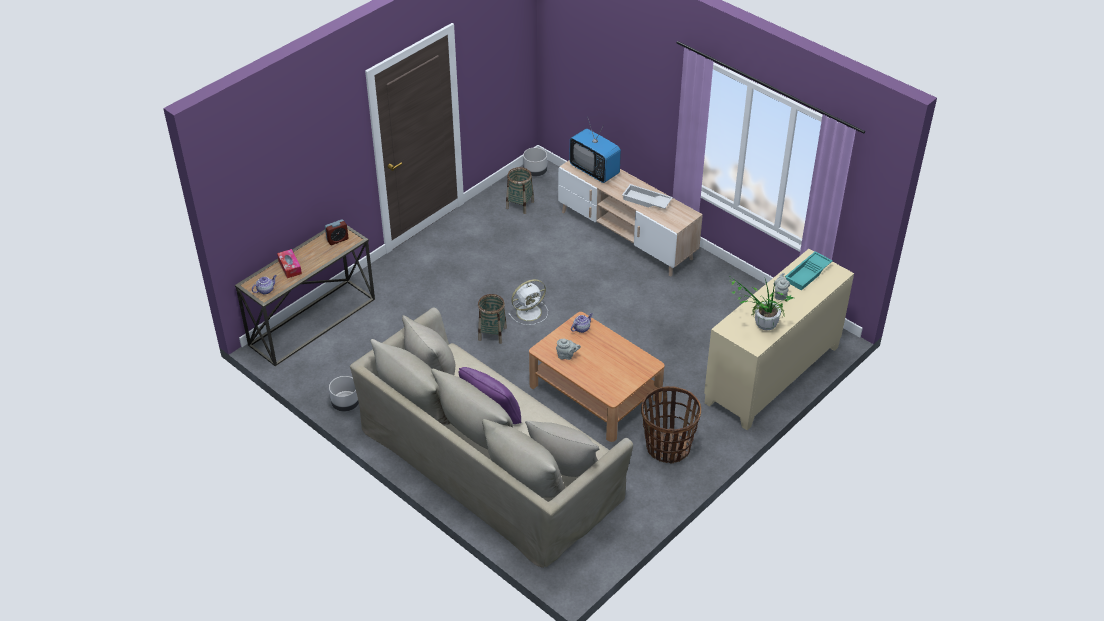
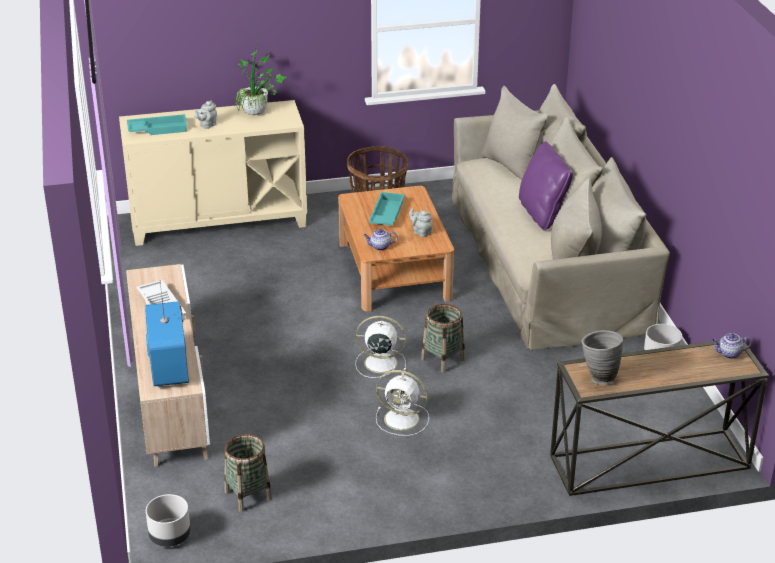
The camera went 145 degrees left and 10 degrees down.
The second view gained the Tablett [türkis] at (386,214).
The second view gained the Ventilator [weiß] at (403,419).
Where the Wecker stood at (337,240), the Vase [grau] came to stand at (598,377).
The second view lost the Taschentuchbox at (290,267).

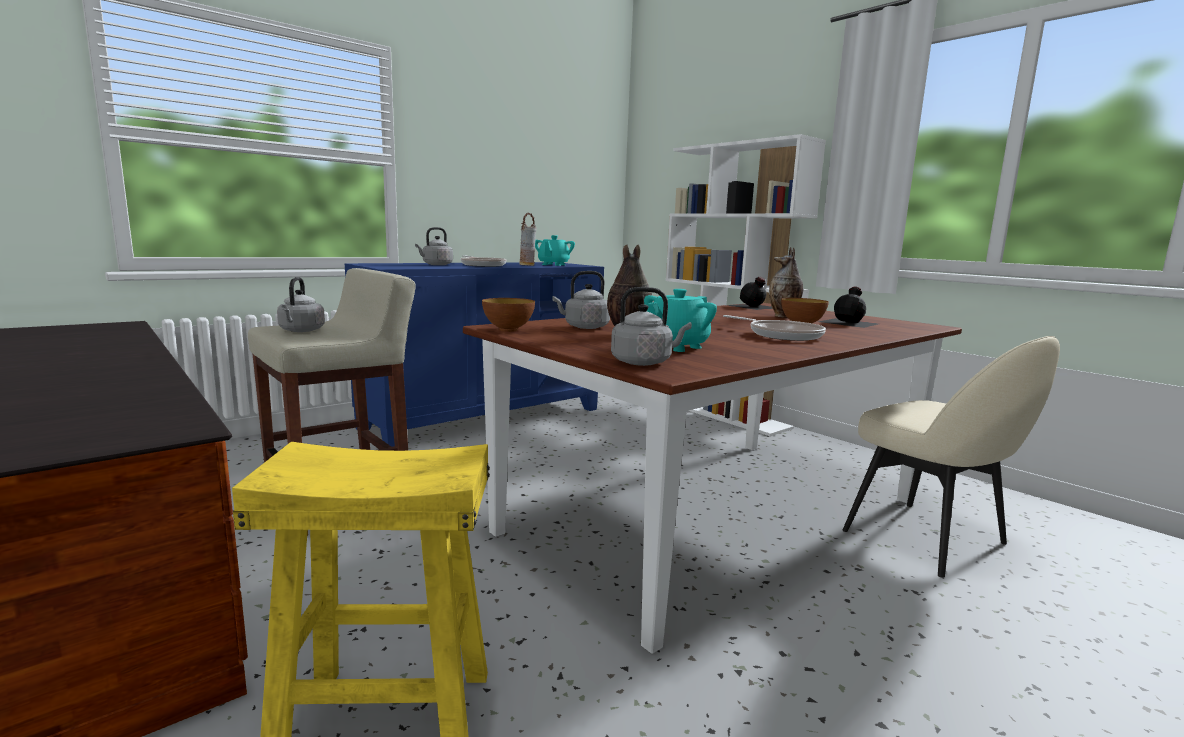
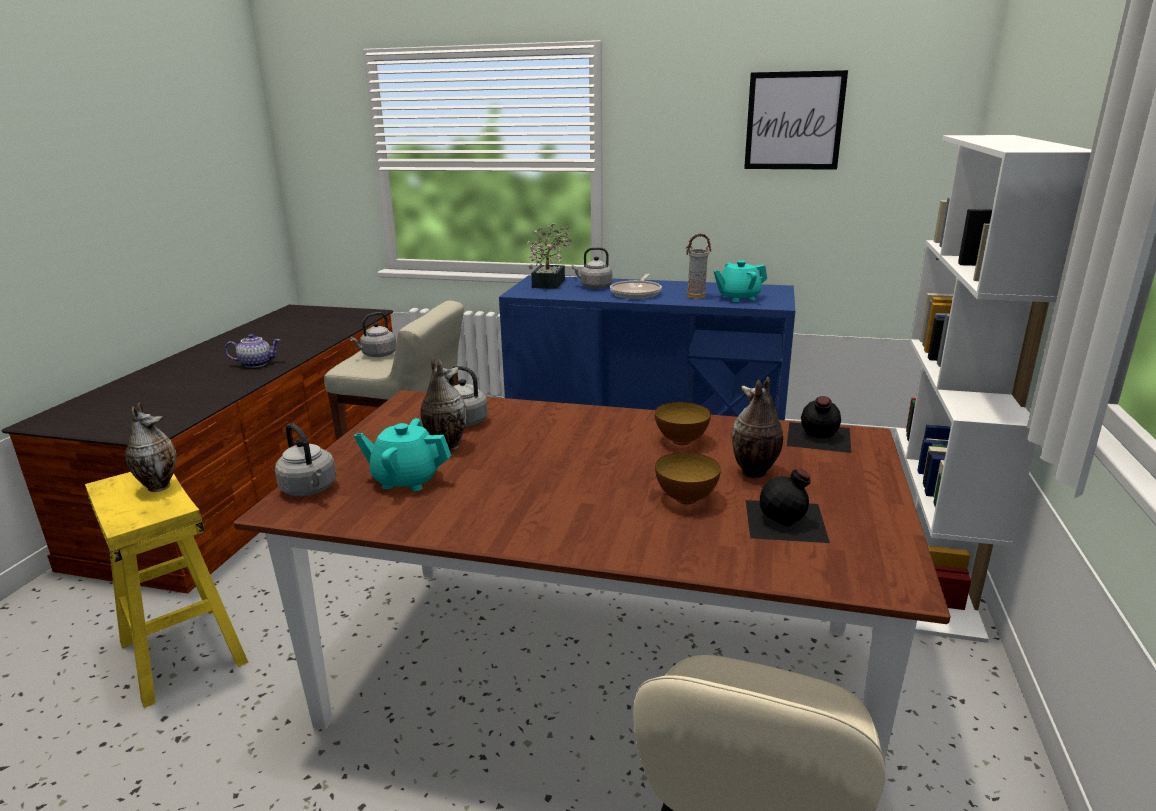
The camera went 55 degrees right and 10 degrees up.
The second view gained the Vase at (159,485).
The second view gained the Teekanne at (256,364).
The second view gained the Topfpflanze at (550,282).
The Schüssel ended up elsewhere, having gone from (508,330) to (681,441).
The second view gained the Bild at (794,121).
The second view lost the Pfanne at (781,335).

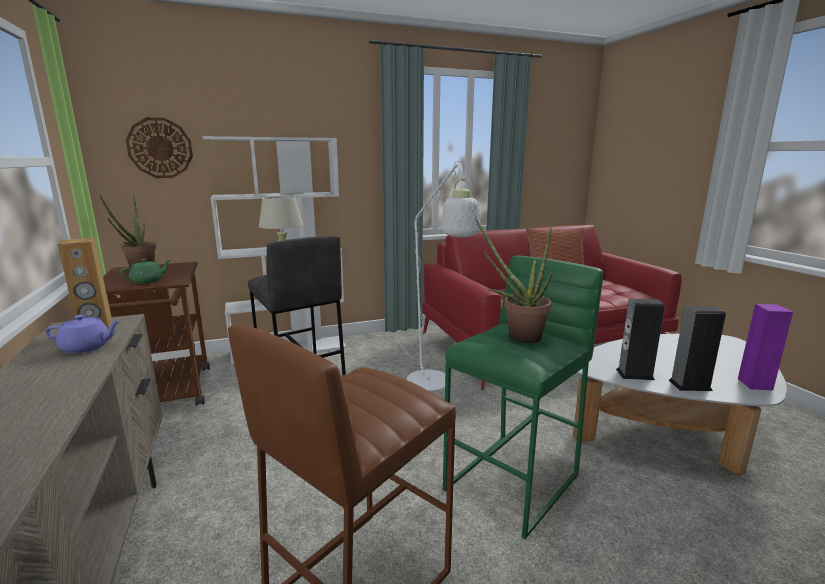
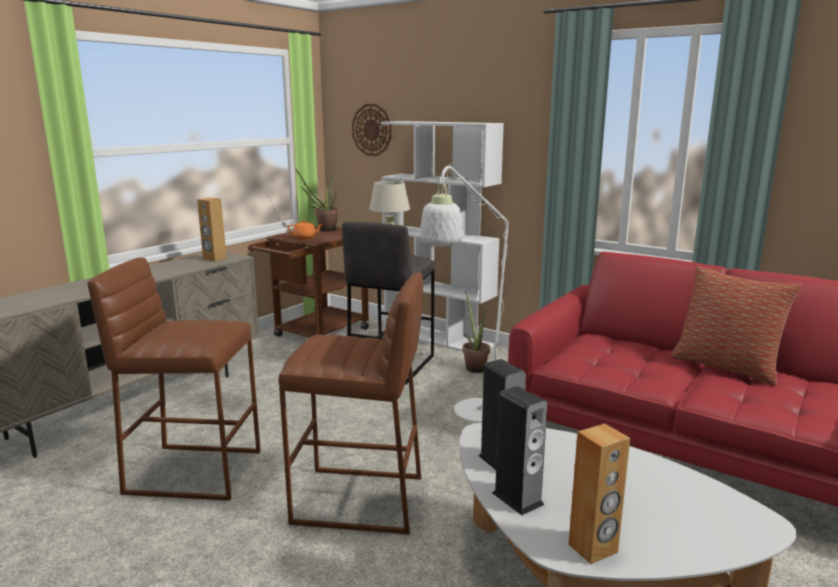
The camera went 55 degrees right and 0 degrees up.
What was the Hocker [grün] at (514,482) turned into the Hocker [braun] at (359,500).
What was the Teekanne [grün] at (148,281) turned into the Teekanne [orange] at (305,238).
The Topfpflanze ended up elsewhere, having gone from (517,336) to (474,367).
What was the Lautsprecher [lila] at (755,384) turned into the Lautsprecher [braun] at (593,549).
The second view lost the Teekanne [lila] at (87,347).

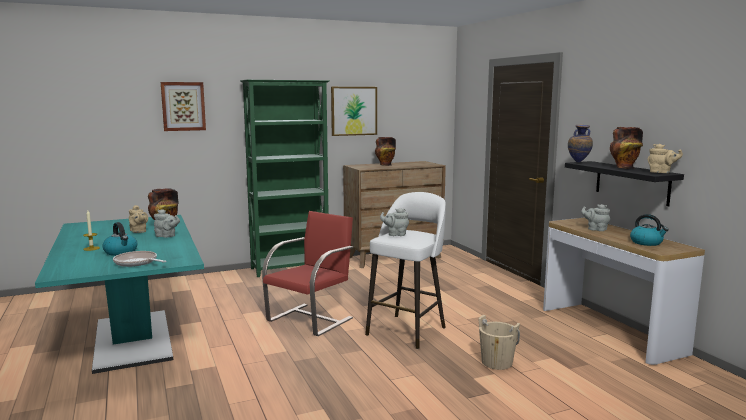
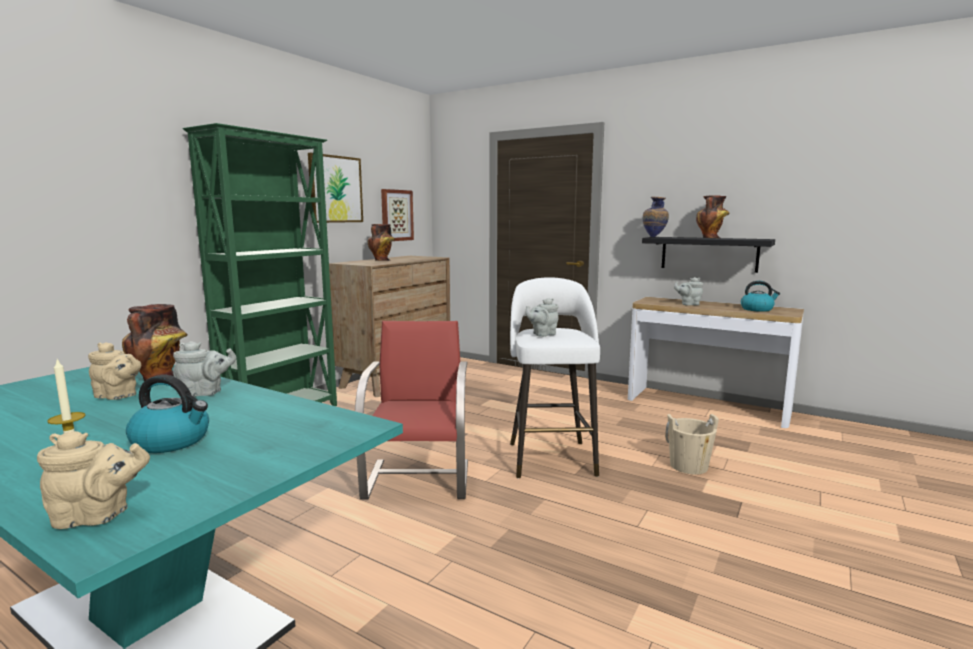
The camera went 35 degrees left and 0 degrees up.
The Teekanne [beige] ended up elsewhere, having gone from (661,172) to (97,516).
The Bild ended up elsewhere, having gone from (183,106) to (396,215).
The second view lost the Pfanne at (137,262).

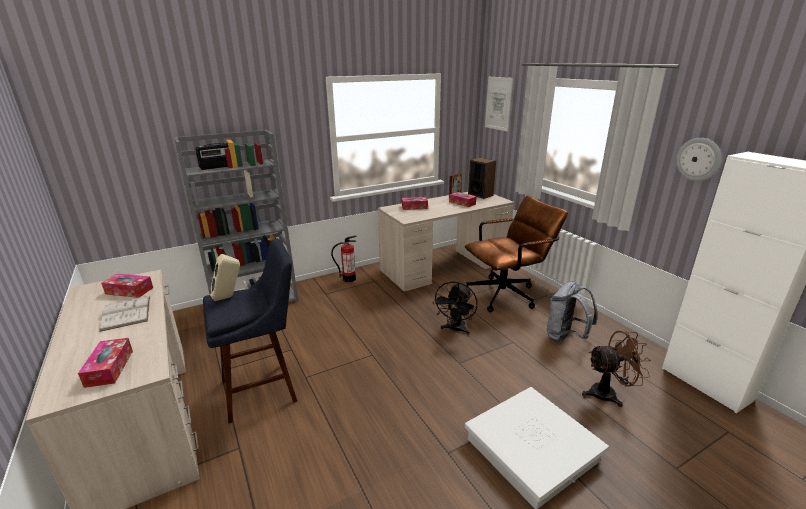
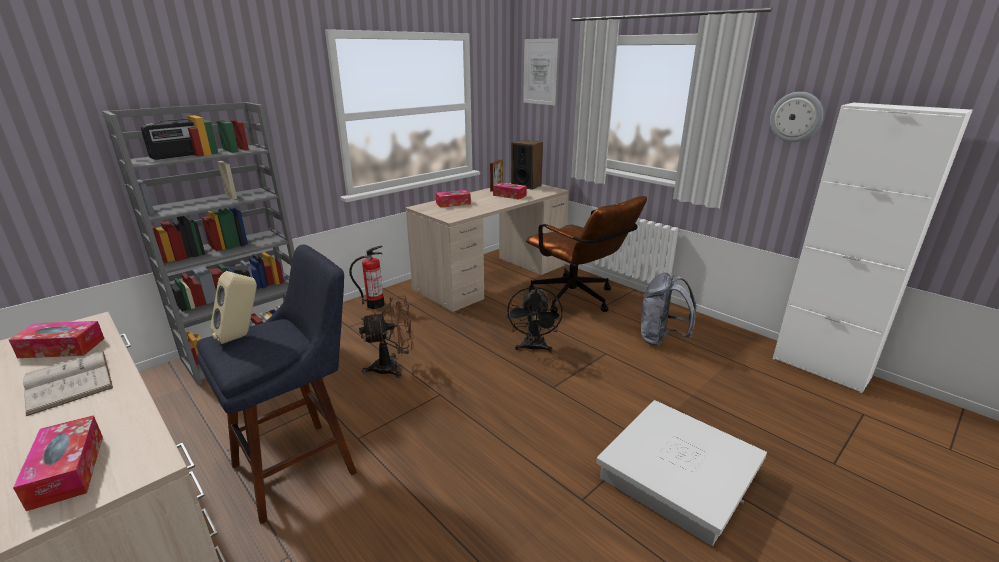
The camera went 15 degrees left and 0 degrees up.
The Ventilator [braun] ended up elsewhere, having gone from (608,394) to (393,367).
The Bürostuhl [braun] at (507,294) ended up facing another way, 90 degrees clockwise from before.

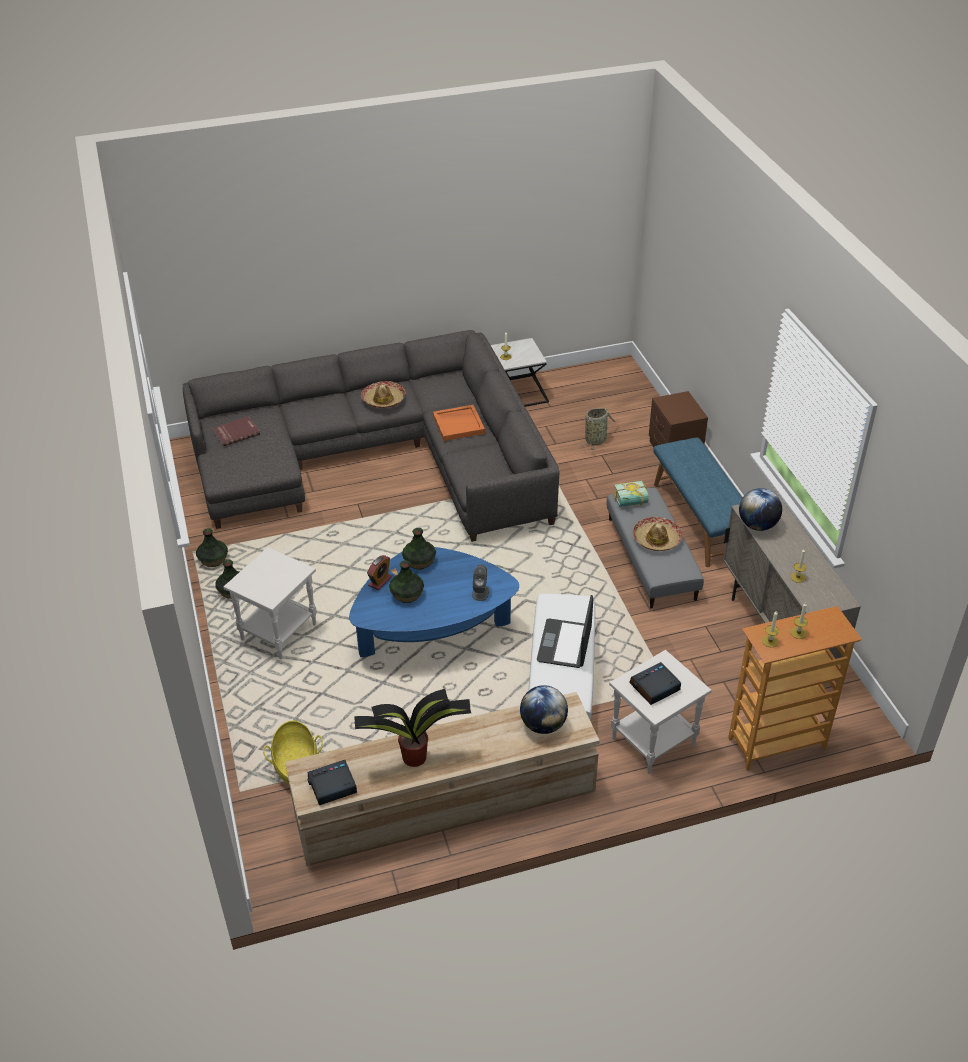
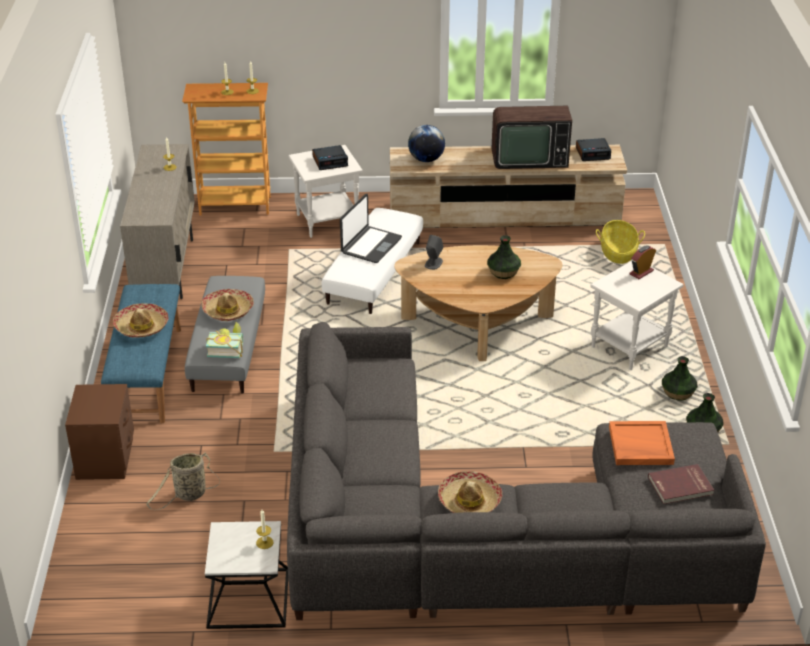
The camera went 165 degrees left and 5 degrees down.
The second view gained the Hut at (141,326).
What was the Couchtisch [blau] at (433,631) turned into the Couchtisch [braun] at (477,322).
Where the Topfpflanze stood at (416,757), the Fernseher came to stand at (528,158).
The Tablett [orange] ended up elsewhere, having gone from (459,424) to (640,446).
The Wecker ended up elsewhere, having gone from (380,581) to (641,272).
The second view lost the Vase at (419,562).
The second view lost the Globus at (757,525).

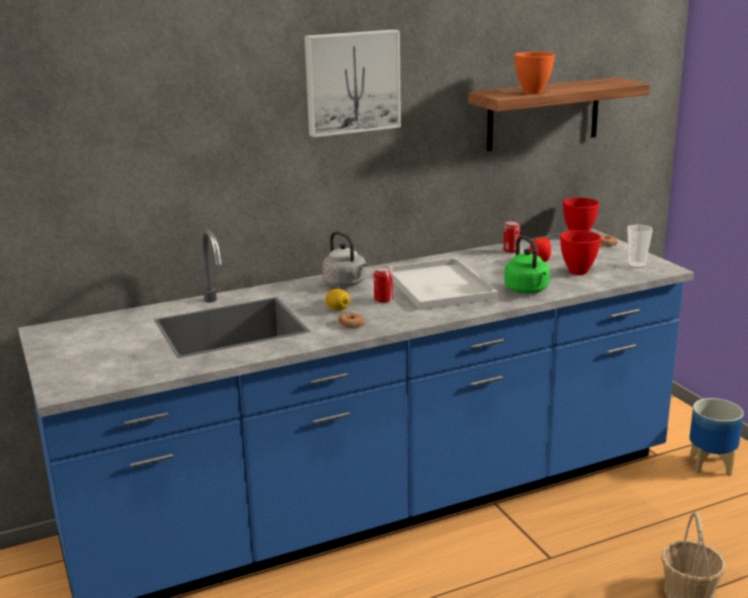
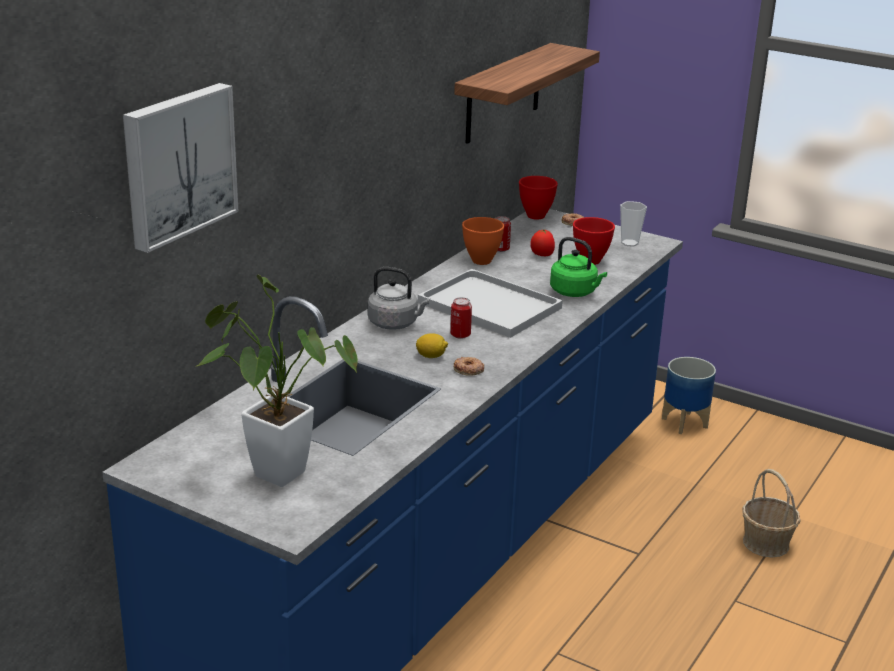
The camera went 35 degrees left and 5 degrees up.
The Bild ended up elsewhere, having gone from (351,82) to (177,164).
The second view gained the Topfpflanze at (271,470).
The Schüssel [orange] ended up elsewhere, having gone from (531,92) to (481,261).

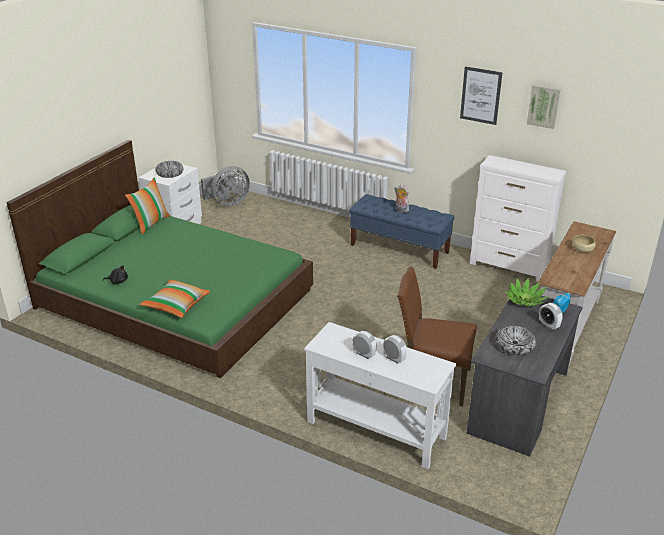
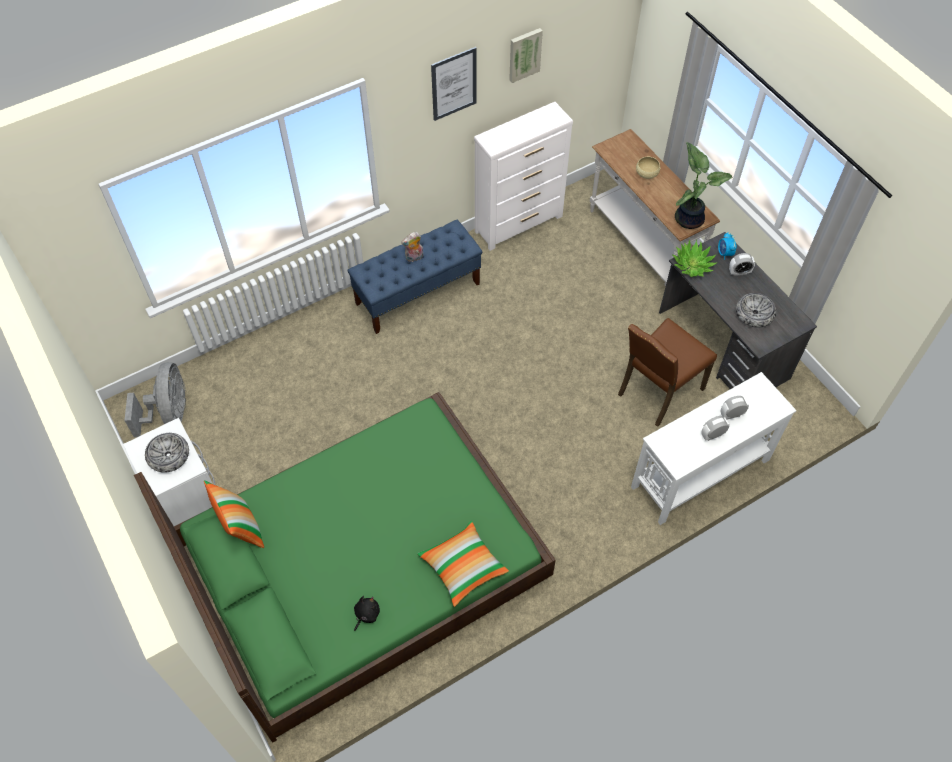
The camera went 60 degrees left and 25 degrees up.
The second view gained the Topfpflanze at (689,218).

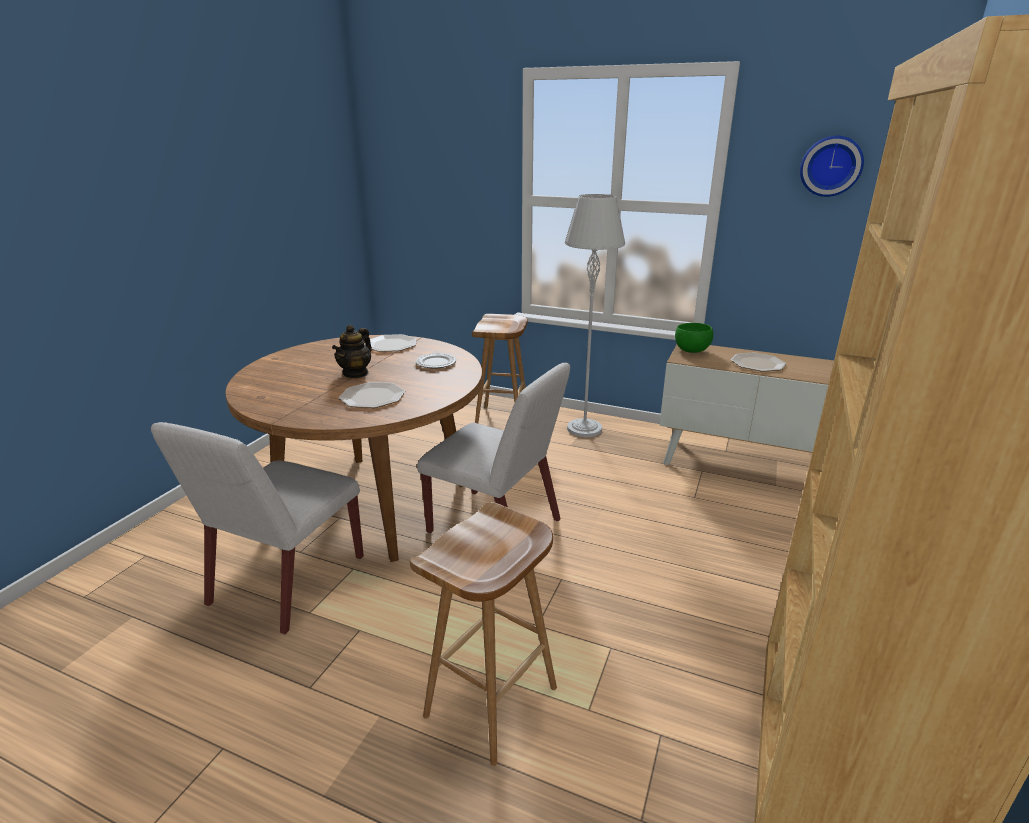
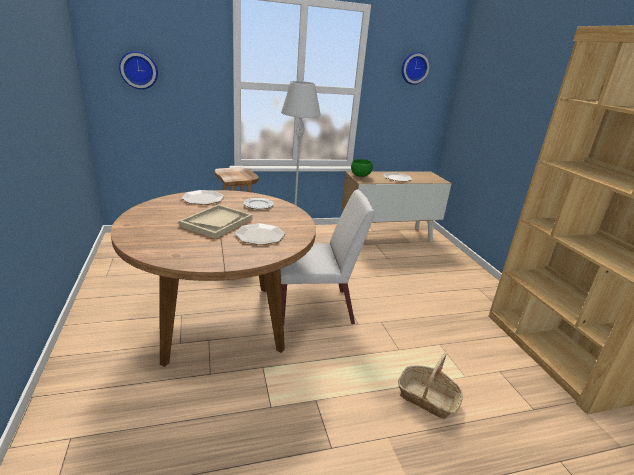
The camera went 40 degrees left and 0 degrees up.
The second view gained the Wanduhr at (139,70).
Where the Teekanne stood at (356,373), the Tablett [beige] came to stand at (217,222).
Where the Hocker [braun] stood at (491,703), the Korb came to stand at (427,398).
The second view lost the Stuhl [weiß] at (286,581).

